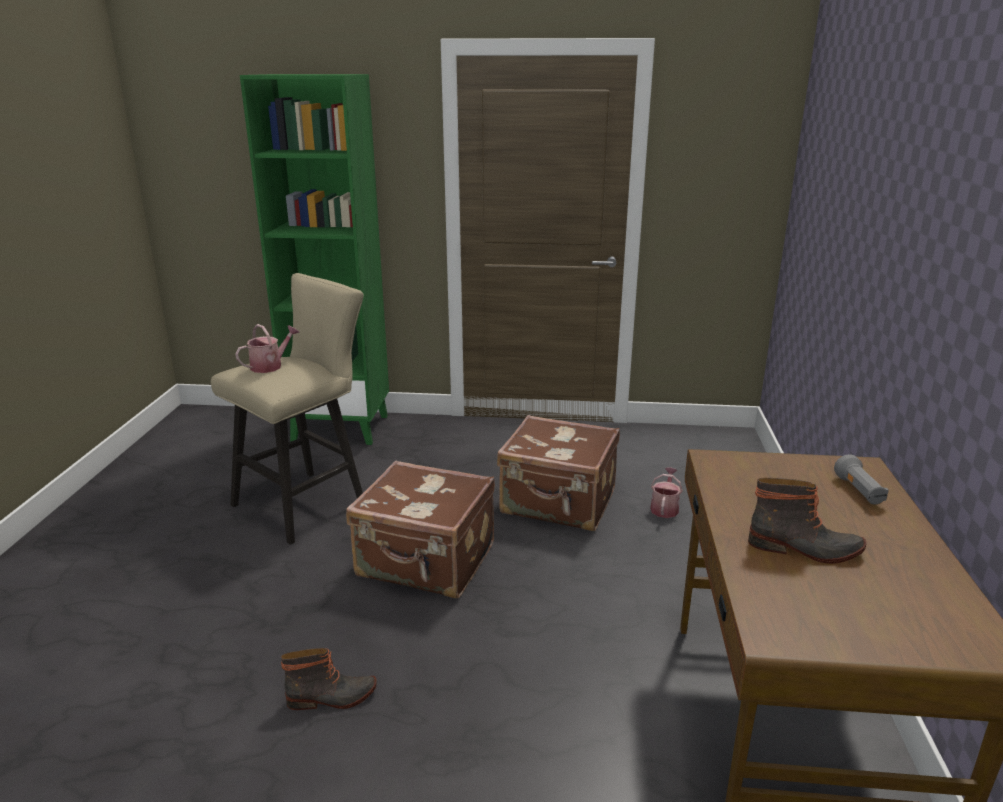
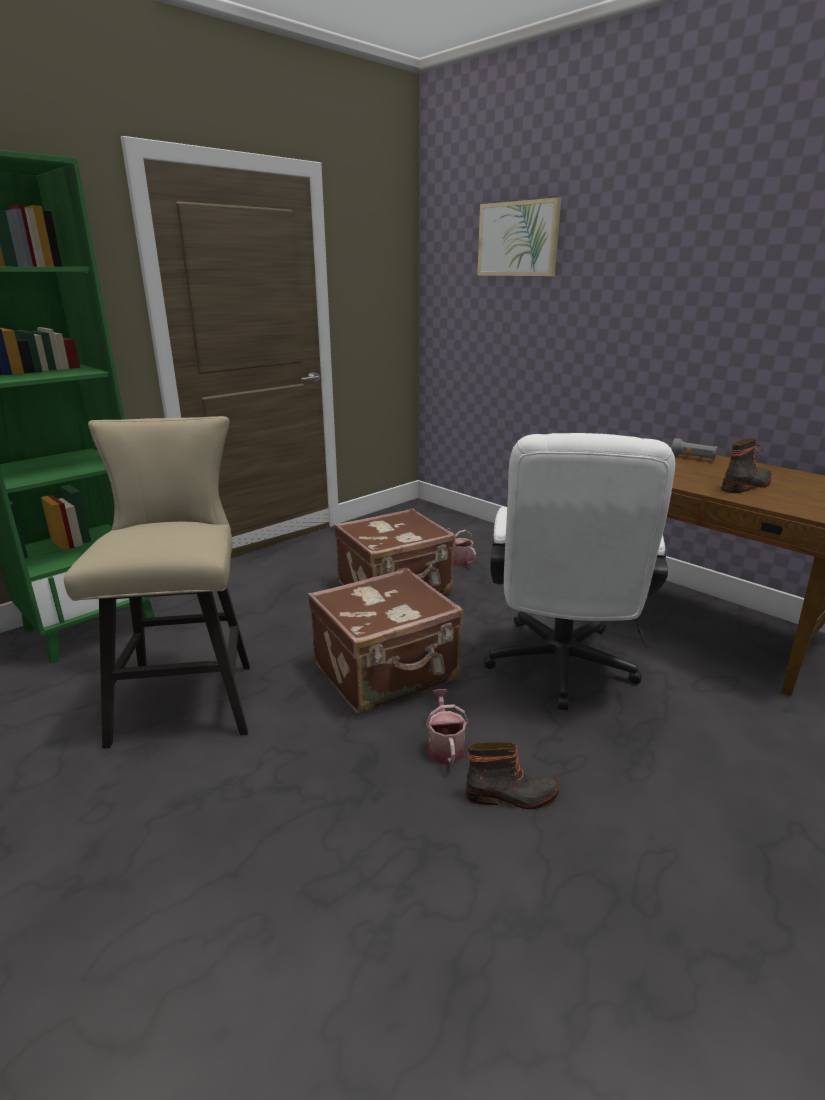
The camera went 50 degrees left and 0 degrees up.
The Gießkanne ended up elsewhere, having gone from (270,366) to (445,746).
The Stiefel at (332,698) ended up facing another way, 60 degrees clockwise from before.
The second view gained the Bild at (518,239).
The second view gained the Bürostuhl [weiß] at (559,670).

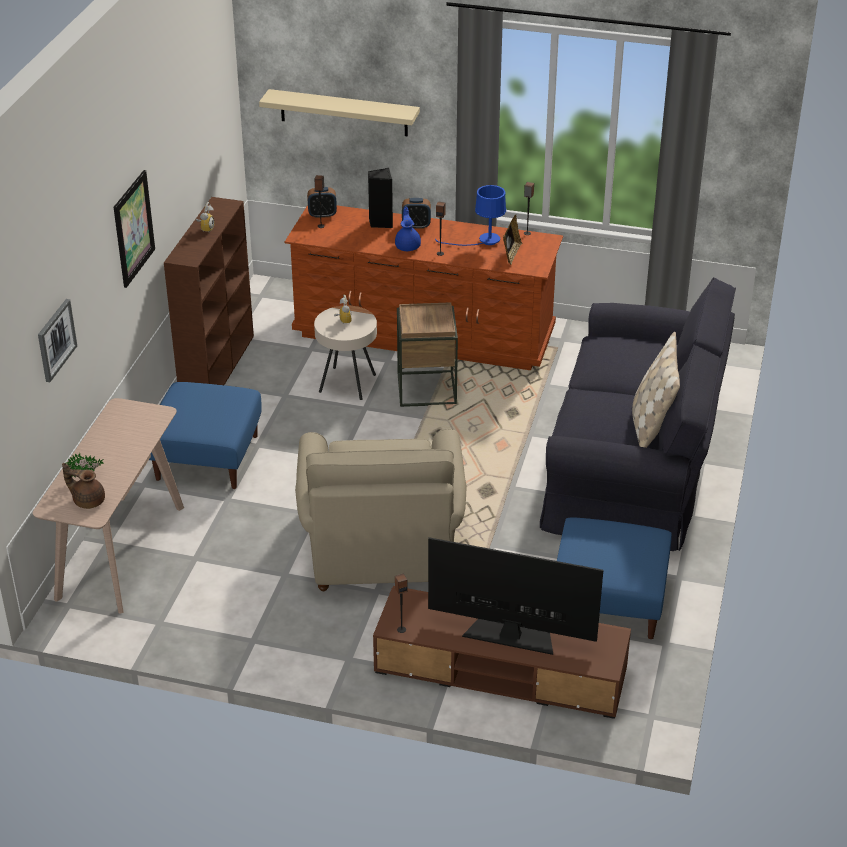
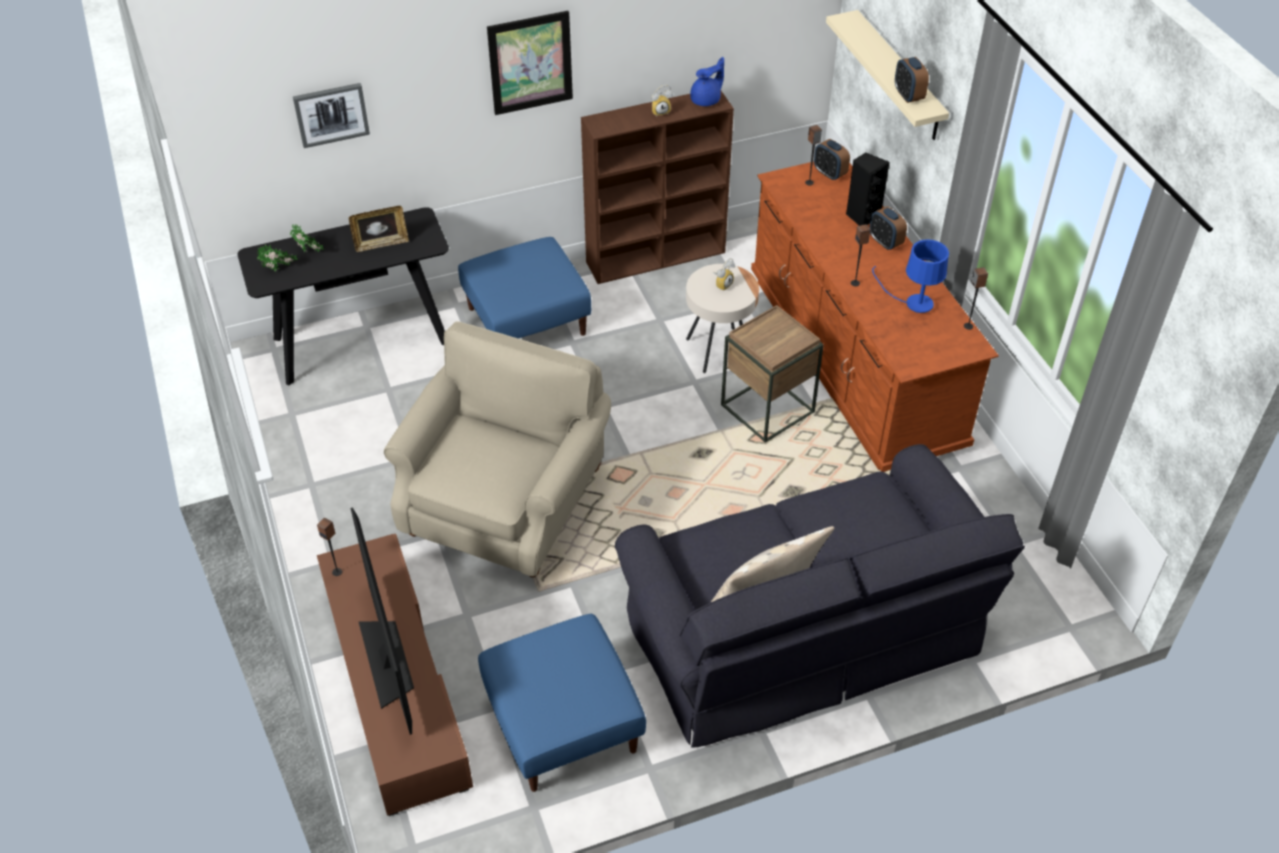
The camera went 55 degrees right and 10 degrees up.
What was the Konsolentisch [beige] at (120,551) turned into the Konsolentisch [schwarz] at (361,340).
Where the Teekanne [braun] stood at (88,500), the Topfpflanze came to stand at (279,270).
The Bilderrahmen ended up elsewhere, having gone from (511,254) to (381,244).
The Sessel [beige] at (381,544) ended up facing another way, 150 degrees clockwise from before.
The Teekanne [blau] ended up elsewhere, having gone from (408,246) to (706,100).
The second view gained the Wecker at (908,95).

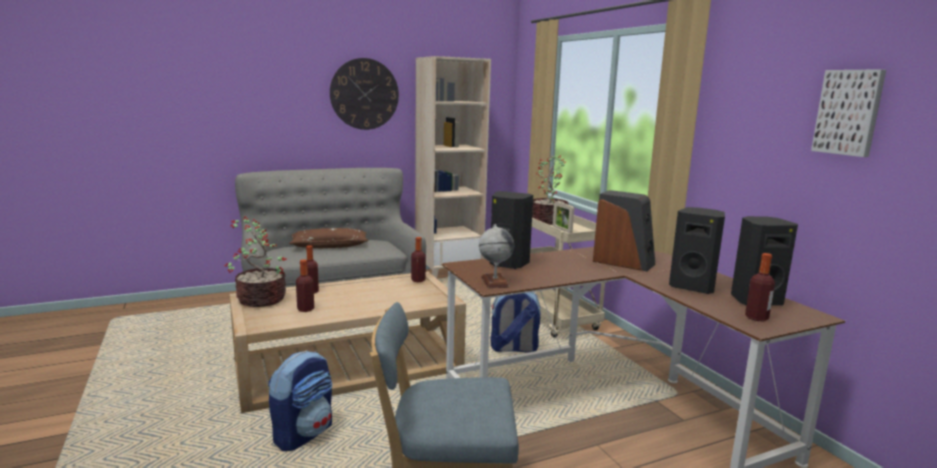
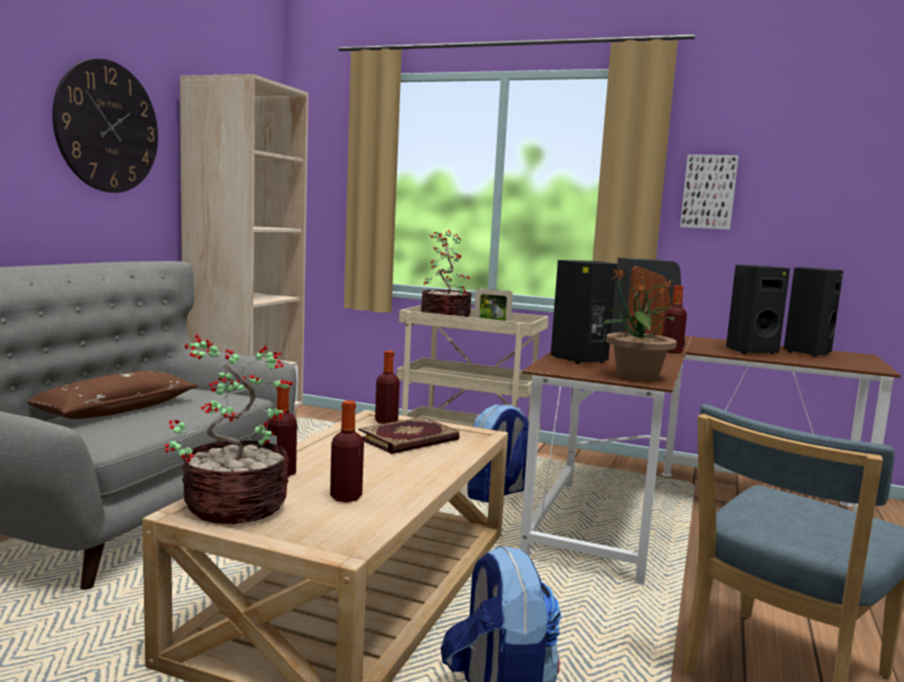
The camera went 45 degrees left and 5 degrees down.
The second view gained the Buch at (409,440).
Where the Globus stood at (494,282), the Topfpflanze came to stand at (635,376).
The Flasche ended up elsewhere, having gone from (756,318) to (671,351).
The Bild ended up elsewhere, having gone from (849,112) to (708,192).

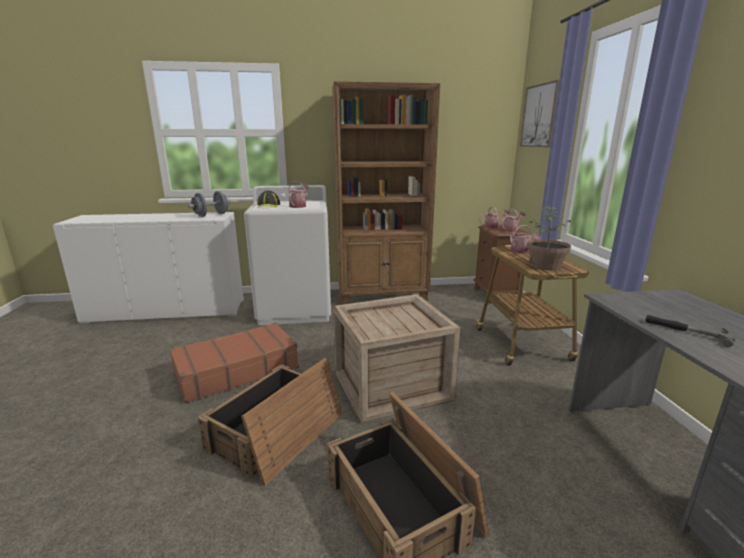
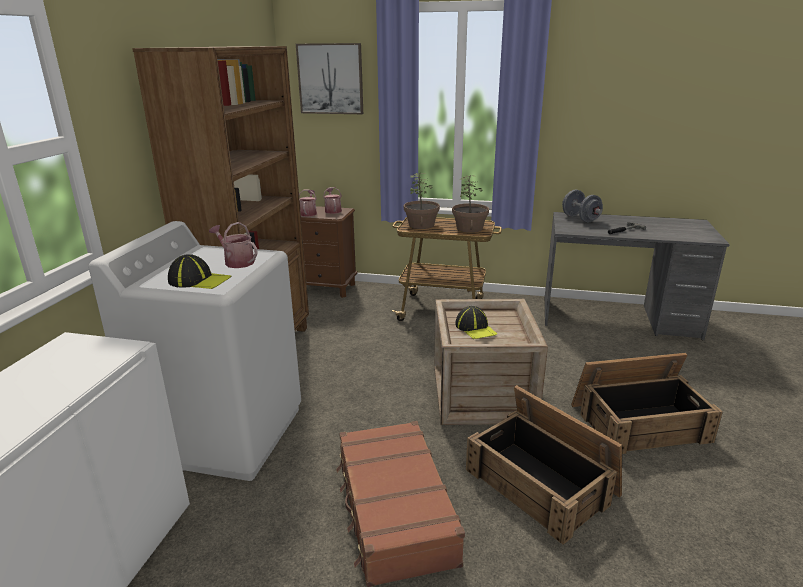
The camera went 70 degrees left and 5 degrees up.
Where the Gießkanne stood at (522,252), the Topfpflanze came to stand at (421,225).
The second view gained the Kappe at (475,328).
The Hantel [grau] ended up elsewhere, having gone from (211,215) to (580,218).

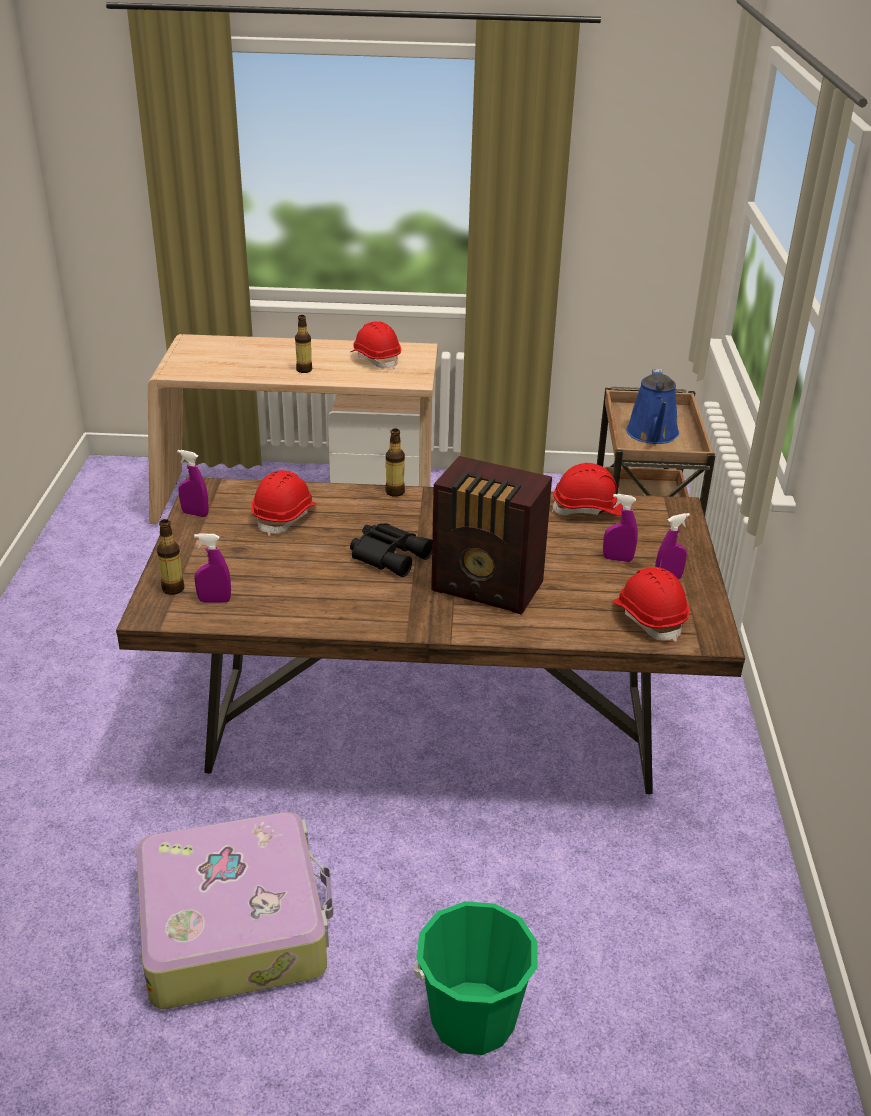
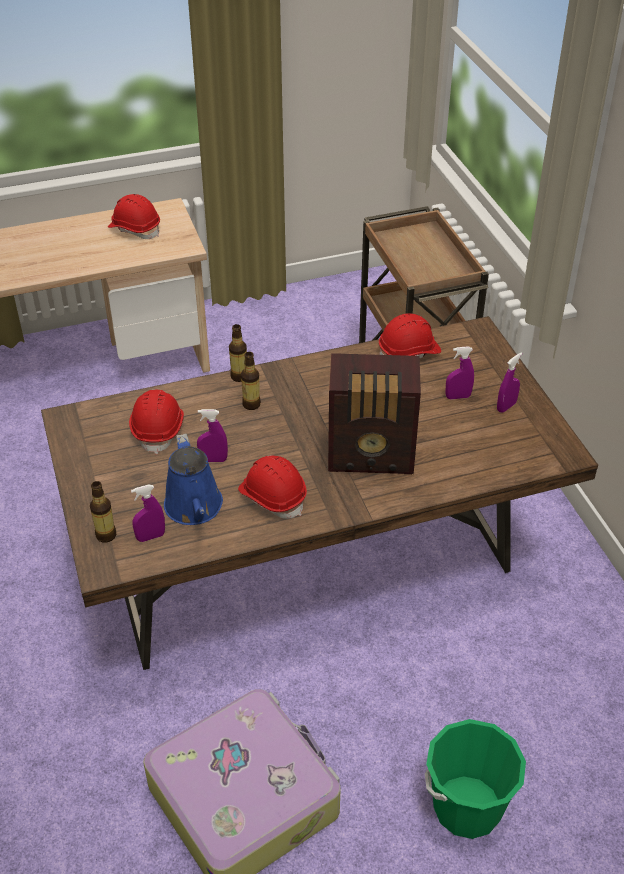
The camera went 20 degrees left and 10 degrees up.
The Gießkanne [blau] ended up elsewhere, having gone from (653,435) to (194,508).
The Sprühflasche [lila] ended up elsewhere, having gone from (195,514) to (213,460).
The Schutzhelm [rot] ended up elsewhere, having gone from (649,618) to (273,497).
The Flasche ended up elsewhere, having gone from (304,370) to (251,404).
The second view lost the Fernglas [schwarz] at (390,555).

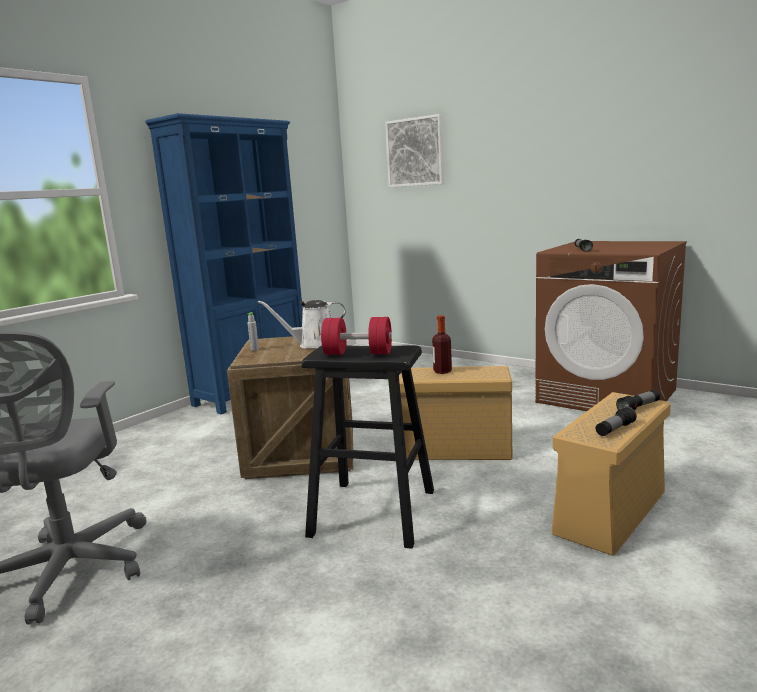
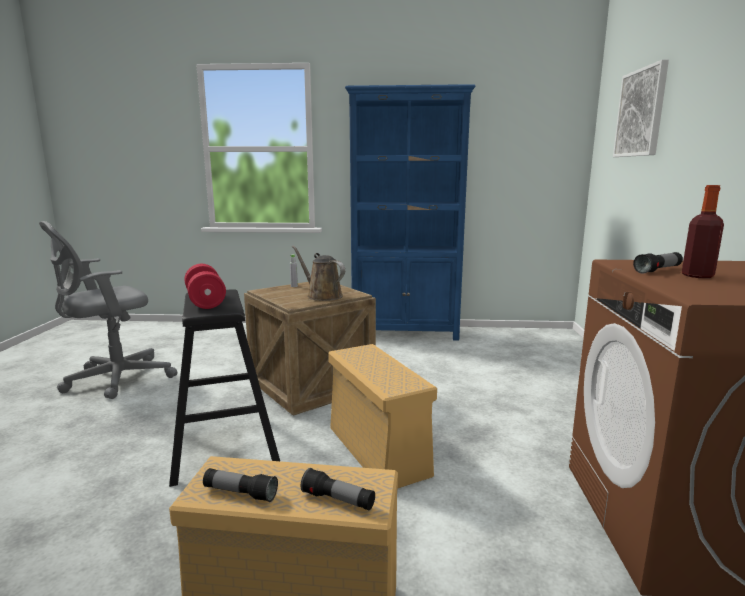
The camera went 55 degrees right and 0 degrees up.
What was the Gießkanne [weiß] at (314,345) turned into the Gießkanne [braun] at (322,296).
The Flasche ended up elsewhere, having gone from (442,371) to (697,276).

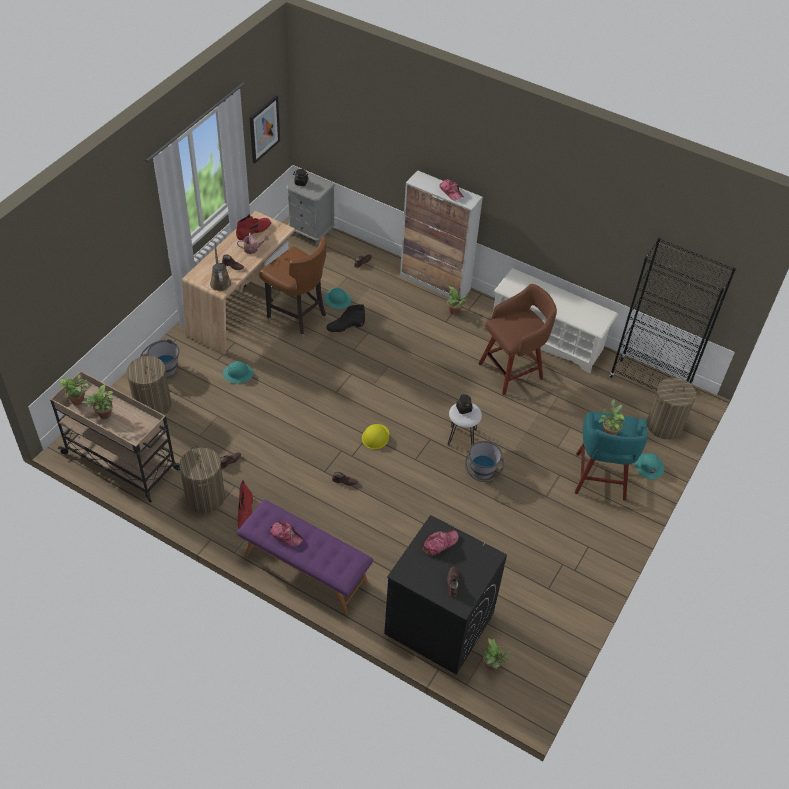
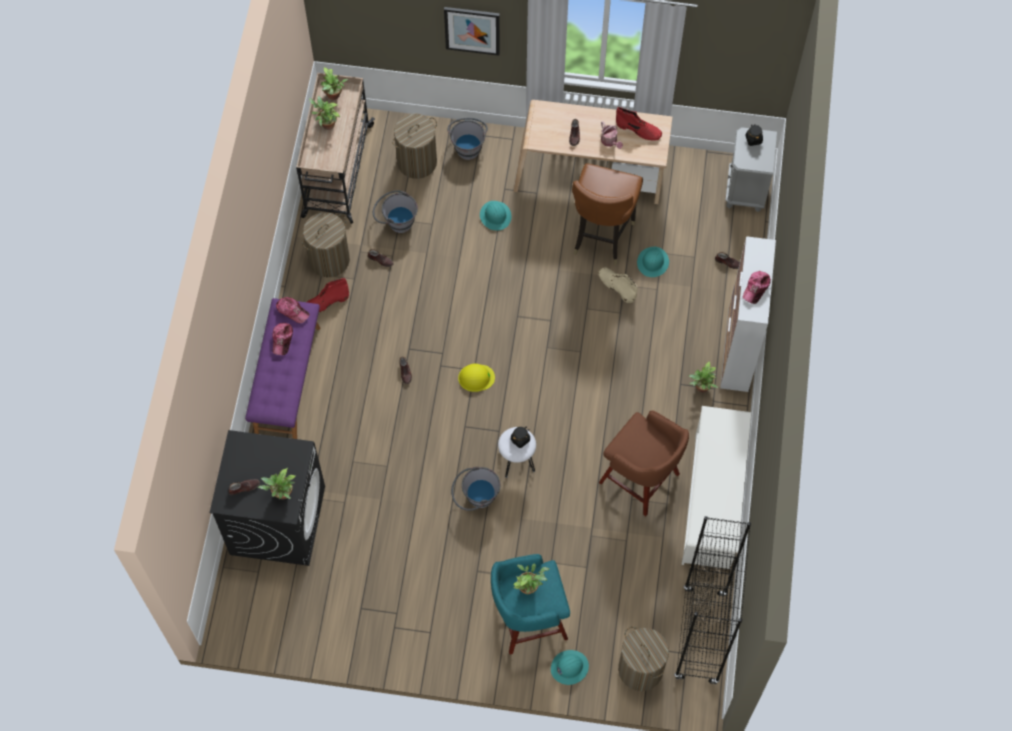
The camera went 70 degrees right and 15 degrees up.
The Topfpflanze ended up elsewhere, having gone from (492,666) to (281,494).
The Kappe ended up elsewhere, having gone from (440,543) to (292,311).
The second view gained the Eimer [grau] at (396,221).
The Bild ended up elsewhere, having gone from (264,129) to (472,30).
What was the Stiefel [schwarz] at (345,326) turned into the Stiefel [beige] at (616,286).
The second view lost the Gießkanne [braun] at (220,282).

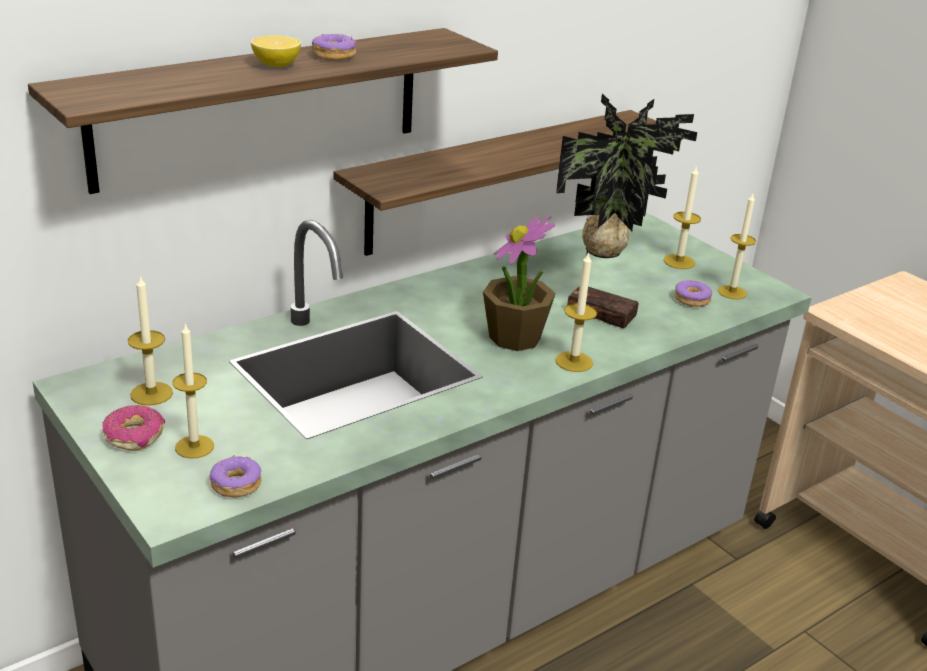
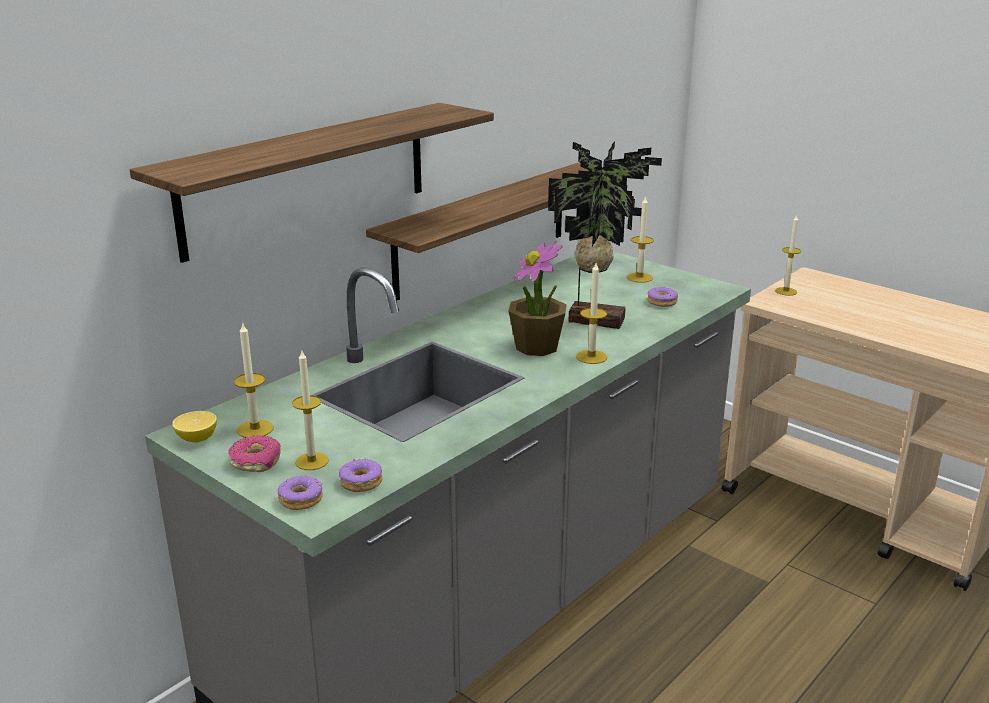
The camera went 10 degrees left and 5 degrees down.
The Zitrone ended up elsewhere, having gone from (276,65) to (197,438).
The Donut ended up elsewhere, having gone from (334,55) to (300,499).
The Kerze ended up elsewhere, having gone from (732,292) to (786,291).

